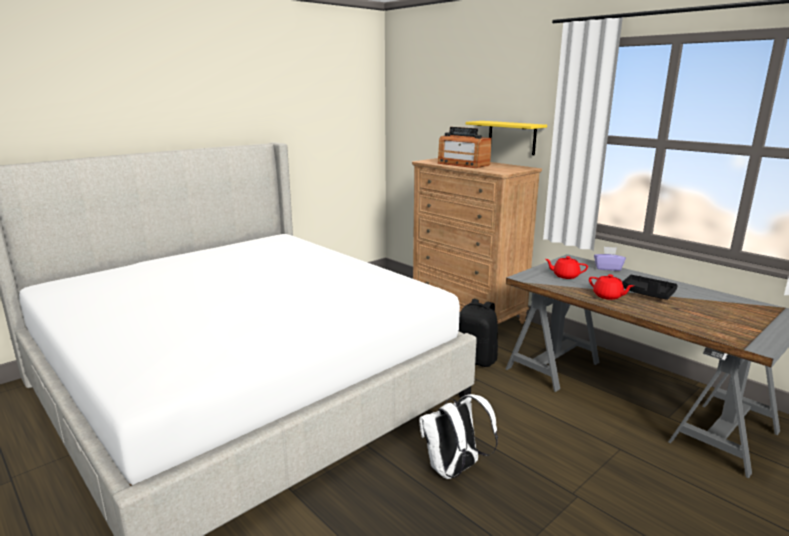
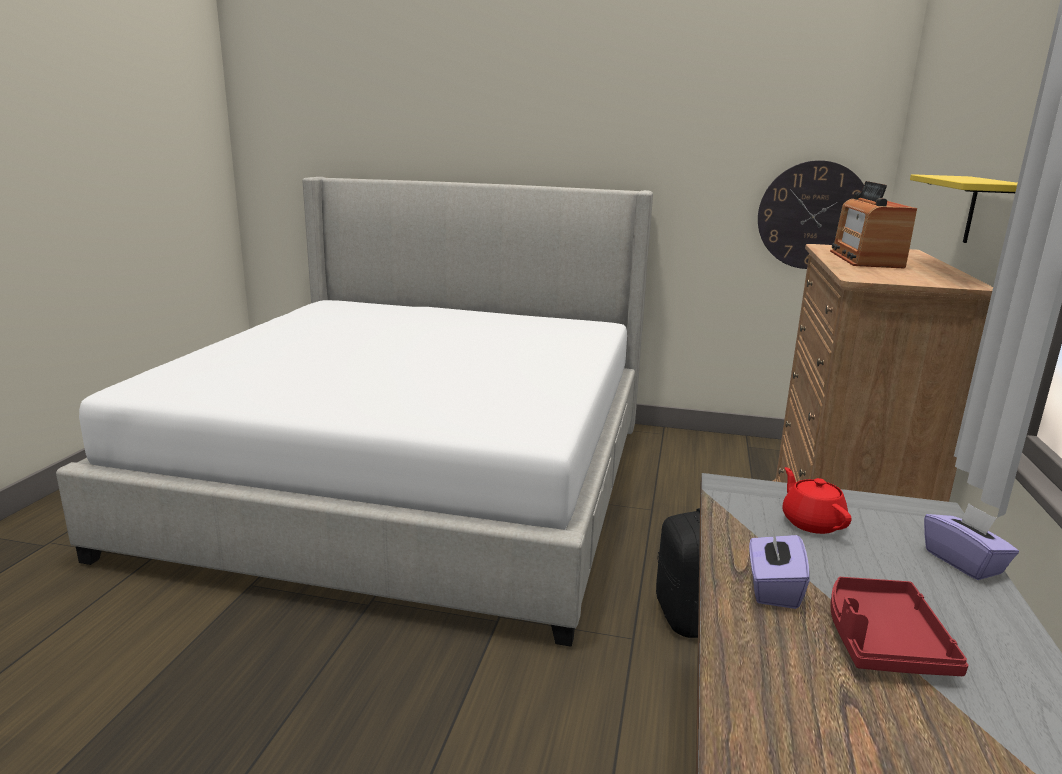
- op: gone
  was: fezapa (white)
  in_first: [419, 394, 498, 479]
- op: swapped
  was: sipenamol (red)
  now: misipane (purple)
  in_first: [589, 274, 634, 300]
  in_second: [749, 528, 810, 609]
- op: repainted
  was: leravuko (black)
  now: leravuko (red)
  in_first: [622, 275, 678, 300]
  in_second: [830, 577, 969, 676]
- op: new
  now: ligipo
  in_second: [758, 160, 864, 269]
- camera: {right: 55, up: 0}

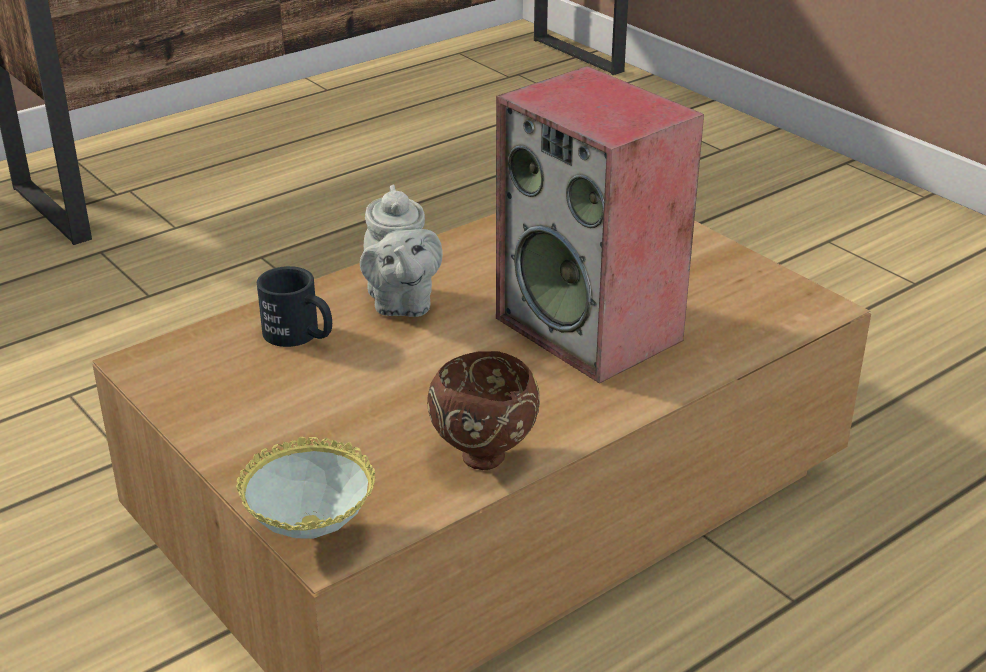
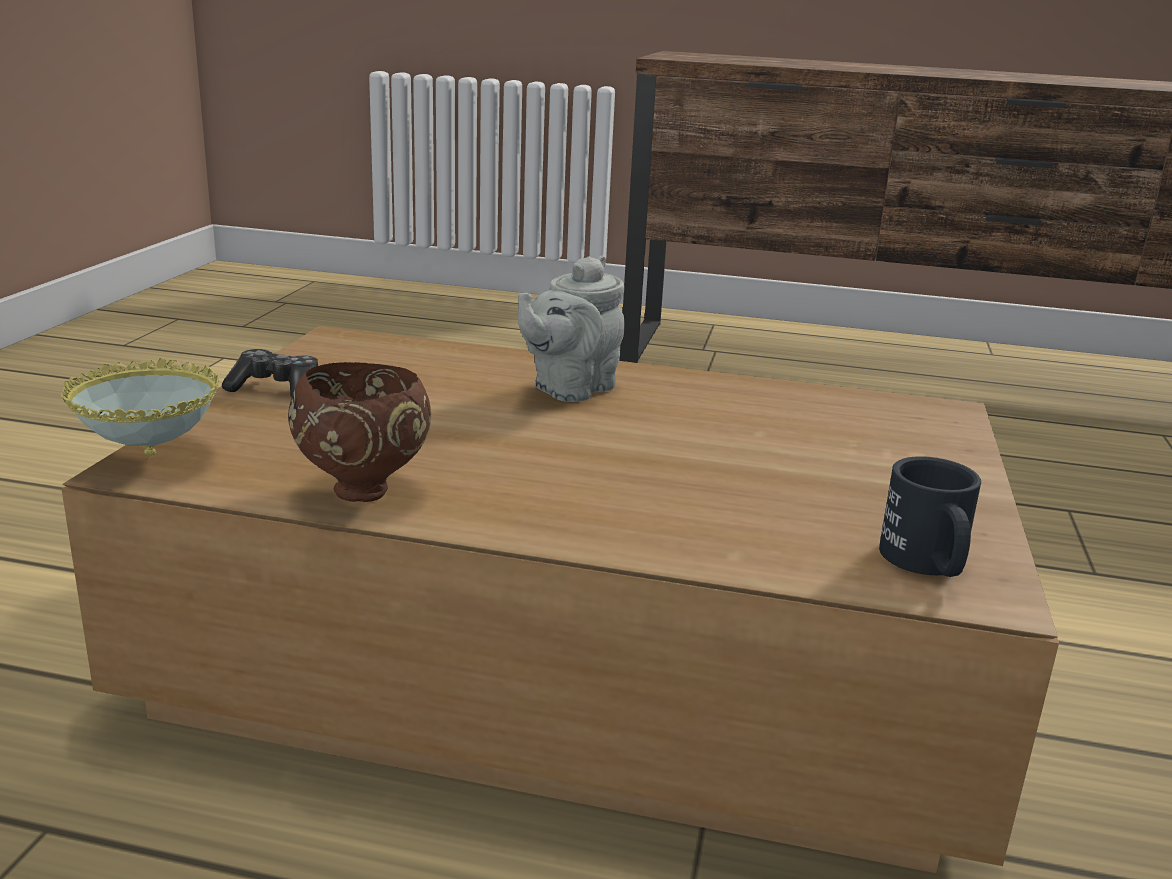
- op: shifted
  was: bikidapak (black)
  in_first: [257, 266, 332, 347]
  in_second: [879, 456, 981, 577]
- op: gone
  was: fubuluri
  in_first: [496, 66, 704, 384]
- op: new
  now: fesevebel
  in_second: [222, 349, 318, 398]
- camera: {right: 50, up: -10}

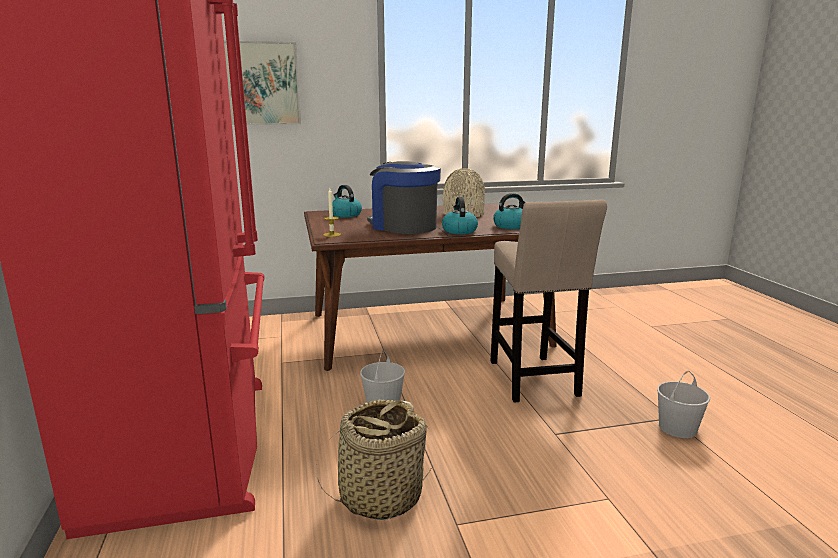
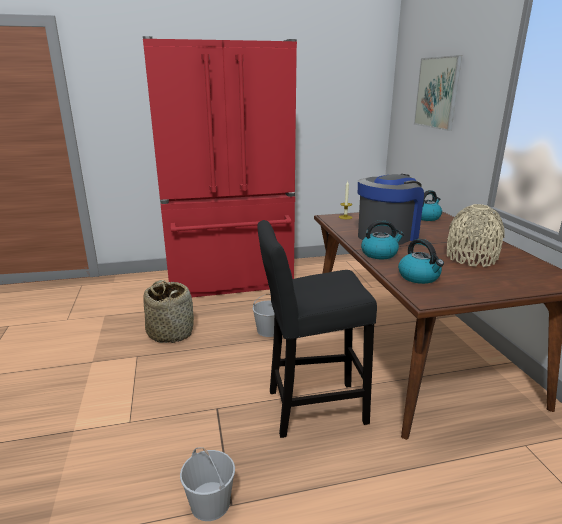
- op: repainted
  was: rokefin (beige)
  now: rokefin (black)
  in_first: [490, 200, 607, 403]
  in_second: [258, 220, 377, 438]
- camera: {right: 90, up: 5}

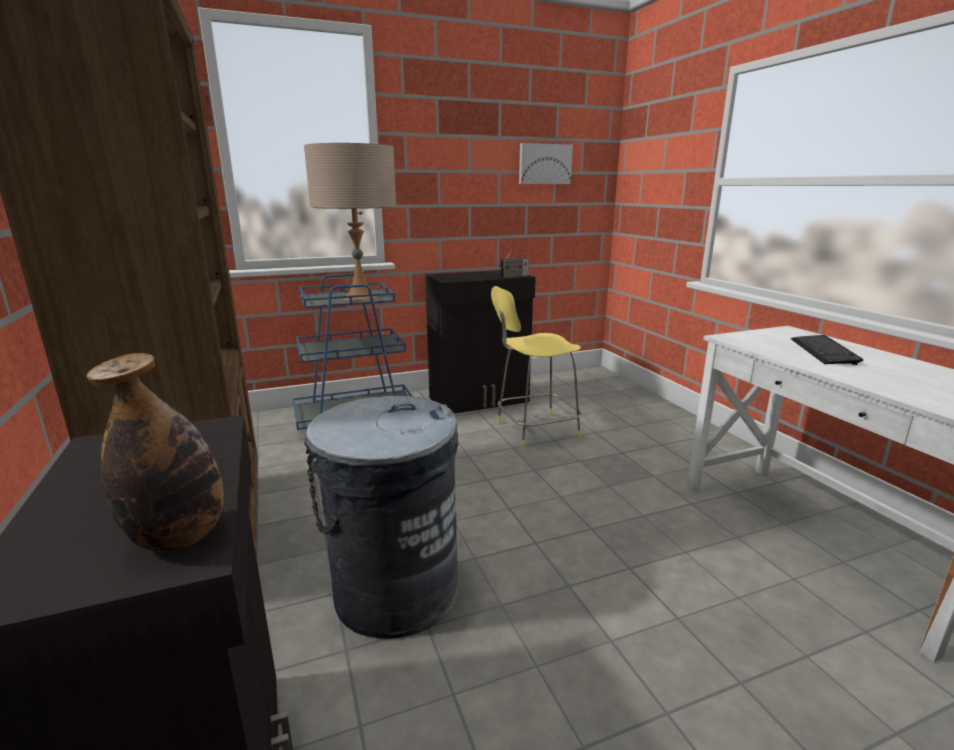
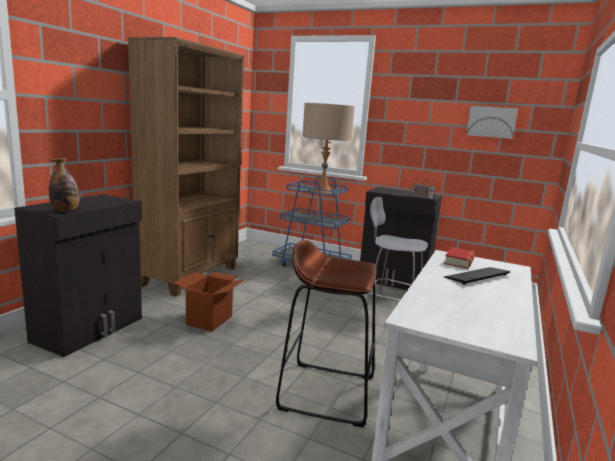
- op: swapped
  was: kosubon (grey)
  now: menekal
  in_first: [304, 396, 458, 639]
  in_second: [173, 272, 246, 332]
- op: repainted
  was: rokefin (yellow)
  now: rokefin (grey)
  in_first: [491, 286, 582, 449]
  in_second: [367, 197, 428, 307]
- op: new
  now: rokefin (brown)
  in_second: [276, 240, 377, 428]
- op: new
  now: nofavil
  in_second: [444, 247, 475, 269]
- camera: {right: 45, up: -5}

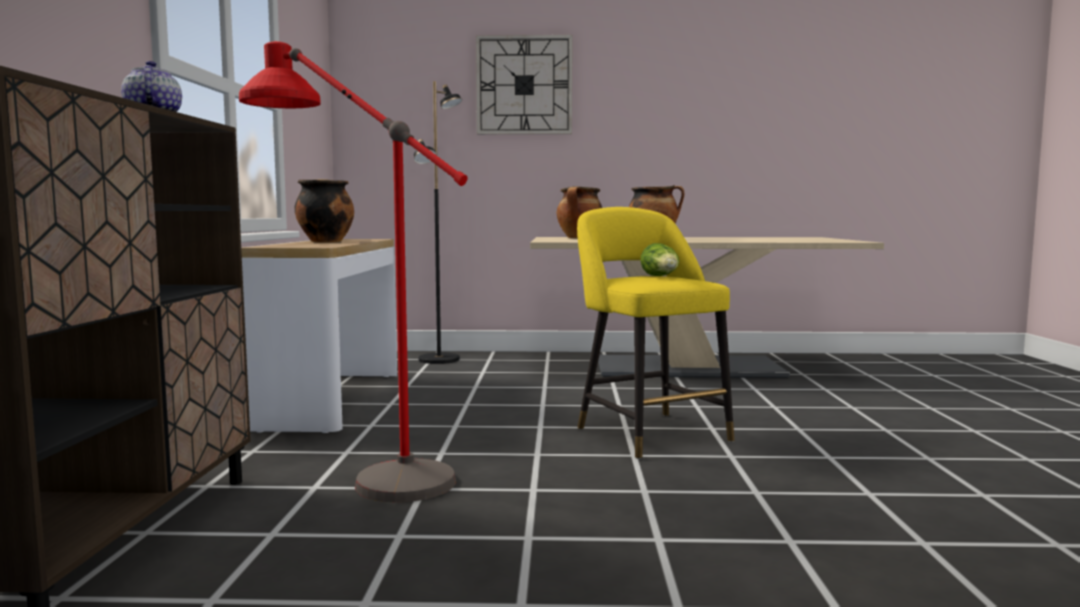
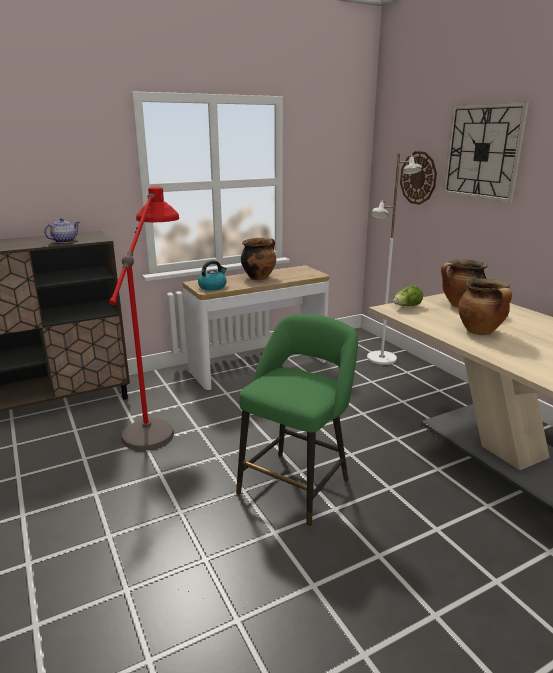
- op: repainted
  was: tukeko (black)
  now: tukeko (white)
  in_first: [414, 81, 462, 364]
  in_second: [367, 154, 422, 365]
- op: repainted
  was: rokefin (yellow)
  now: rokefin (green)
  in_first: [577, 207, 735, 459]
  in_second: [236, 314, 358, 526]
- op: shifted
  was: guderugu
  in_first: [641, 243, 679, 276]
  in_second: [393, 285, 423, 306]
- op: new
  now: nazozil
  in_second: [198, 260, 227, 291]
- op: new
  now: ligipo
  in_second: [400, 151, 437, 205]
- camera: {right: 60, up: 15}

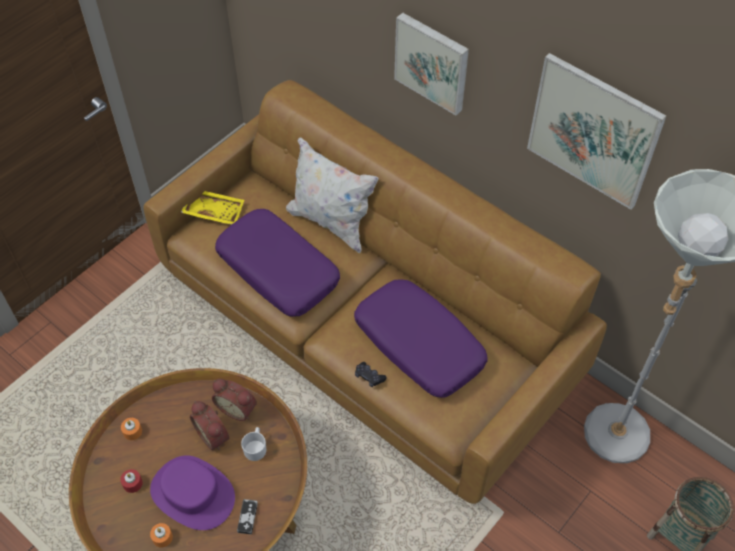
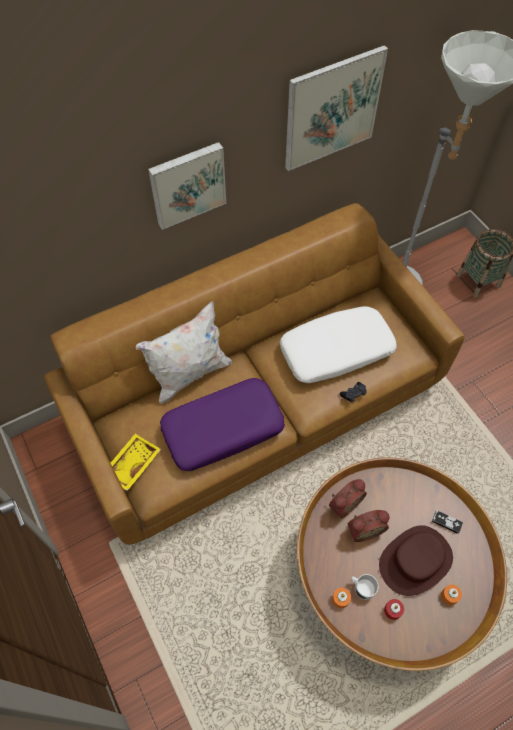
- op: repainted
  was: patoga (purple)
  now: patoga (brown)
  in_first: [150, 455, 235, 530]
  in_second: [379, 525, 453, 596]
- op: shifted
  was: bikidapak (white)
  in_first: [241, 427, 266, 461]
  in_second: [351, 574, 379, 600]
- op: repainted
  was: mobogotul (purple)
  now: mobogotul (white)
  in_first: [354, 279, 488, 398]
  in_second: [280, 306, 397, 383]
- camera: {right: -70, up: 5}

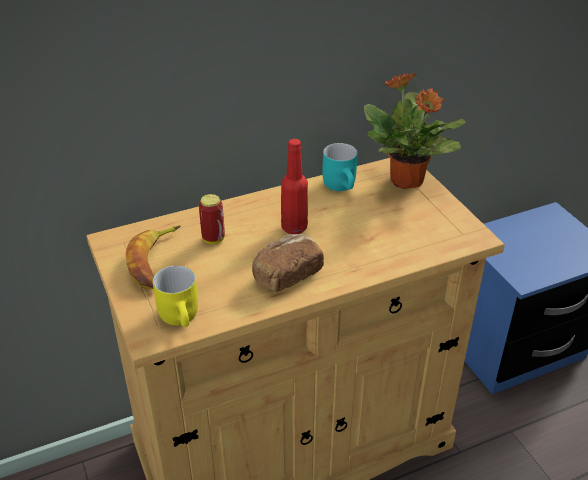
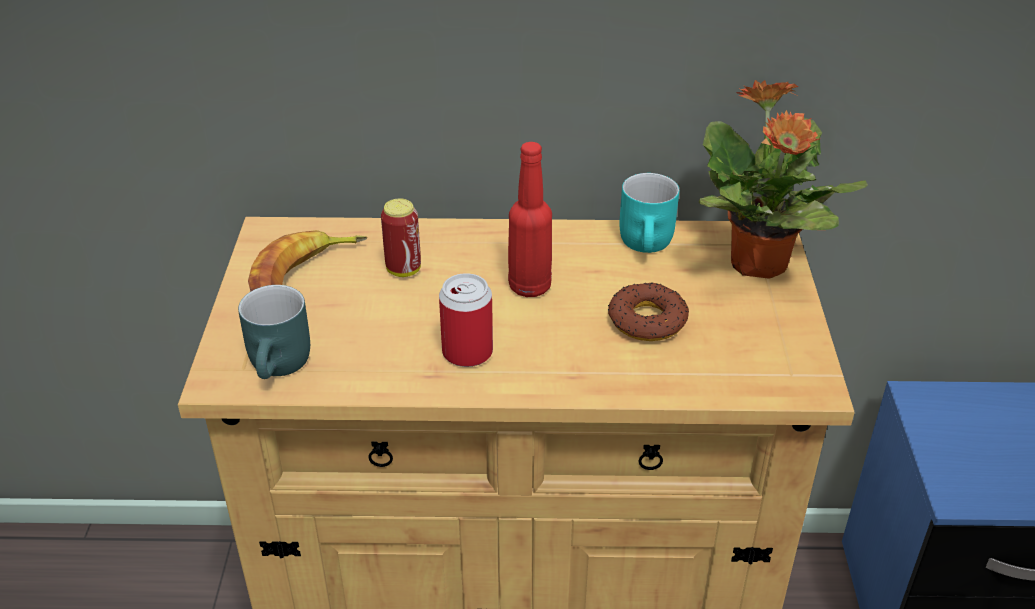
- op: repainted
  was: bikidapak (yellow)
  now: bikidapak (turquoise)
  in_first: [153, 265, 198, 327]
  in_second: [238, 285, 310, 379]
- op: swapped
  was: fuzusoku
  now: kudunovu
  in_first: [252, 234, 324, 292]
  in_second: [439, 273, 493, 367]
- op: new
  now: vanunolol
  in_second: [608, 282, 689, 341]
- camera: {right: 25, up: 0}

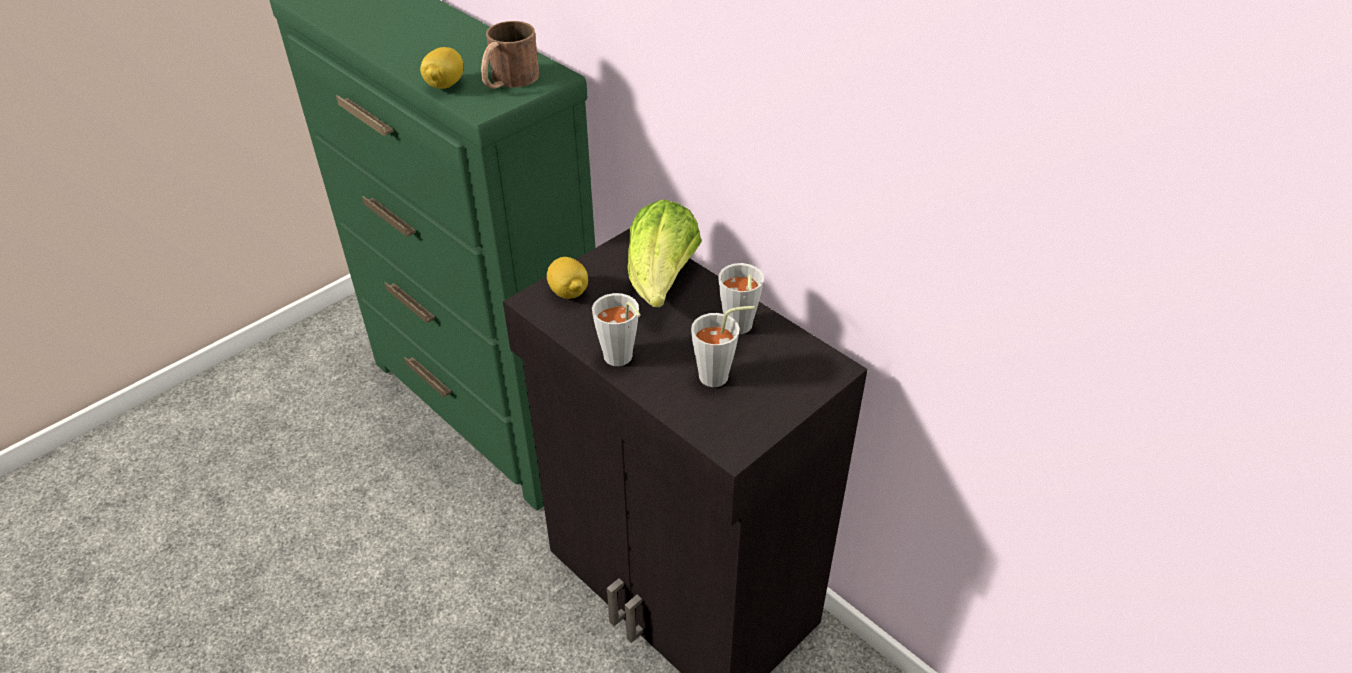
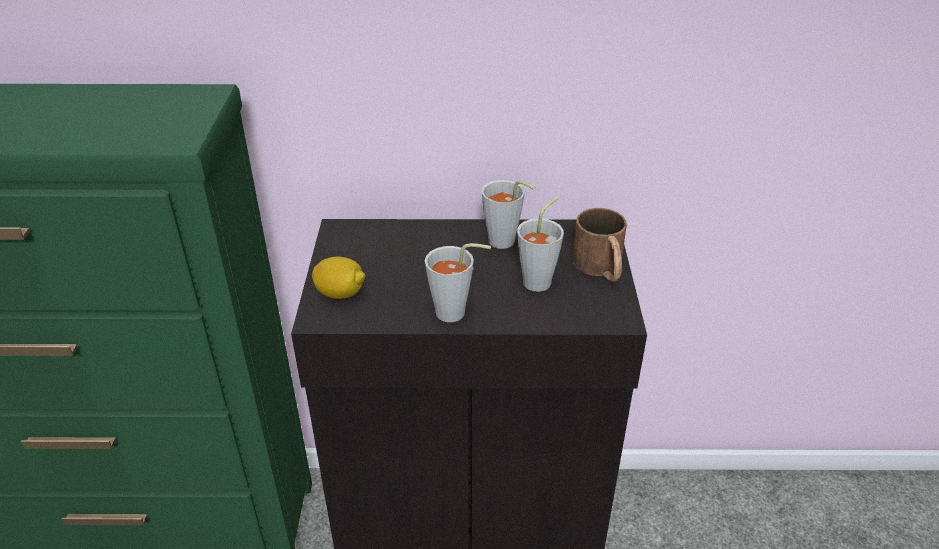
- op: gone
  was: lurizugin
  in_first: [420, 47, 463, 89]
- op: shifted
  was: bikidapak (brown)
  in_first: [481, 21, 539, 89]
  in_second: [573, 208, 627, 282]
- op: gone
  was: guderugu
  in_first: [628, 199, 702, 307]
- camera: {right: -45, up: -5}

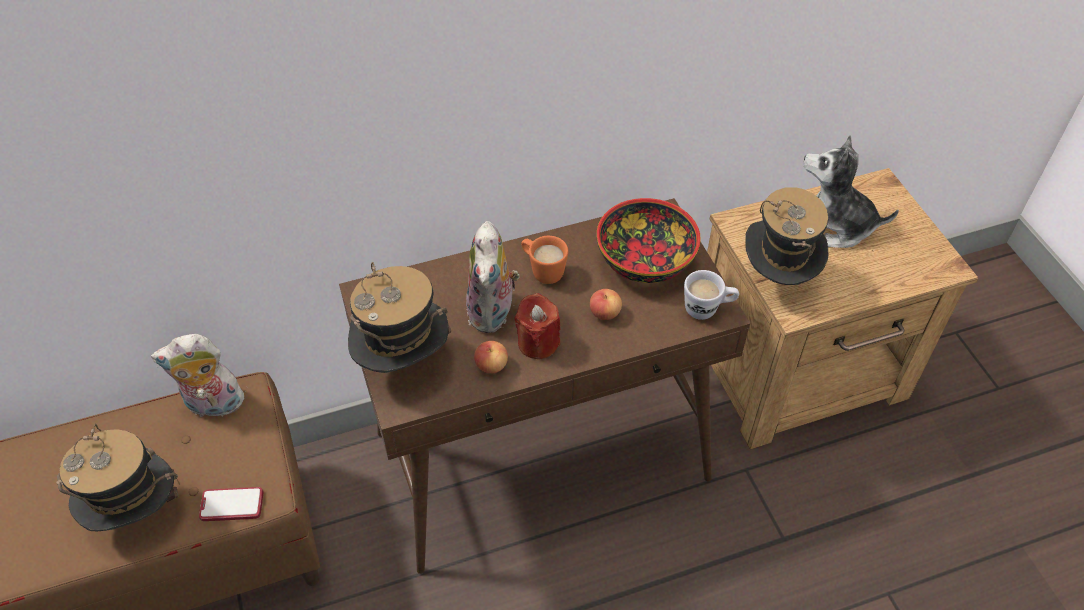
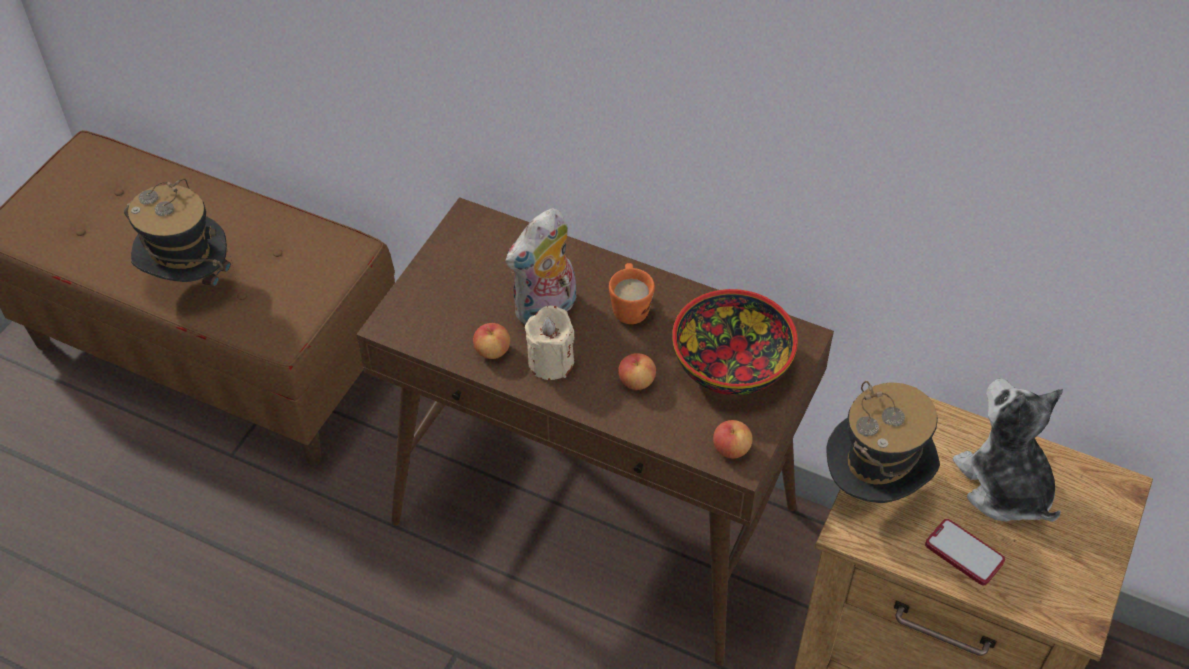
- op: gone
  was: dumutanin
  in_first: [151, 334, 244, 417]
- op: shifted
  was: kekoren
  in_first: [199, 487, 263, 521]
  in_second: [925, 519, 1005, 585]
- op: gone
  was: patoga
  in_first: [348, 262, 451, 373]
- op: repainted
  was: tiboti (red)
  now: tiboti (beige)
  in_first: [514, 293, 560, 359]
  in_second: [525, 305, 574, 380]
- op: swapped
  was: bikidapak (white)
  now: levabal
  in_first: [684, 270, 739, 320]
  in_second: [713, 420, 752, 459]
- camera: {right: 45, up: 0}

